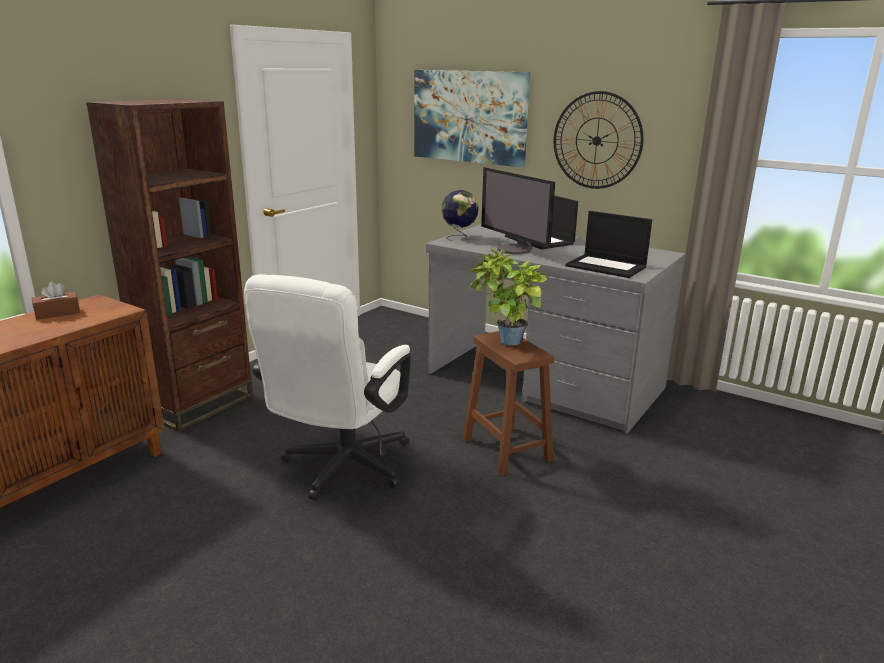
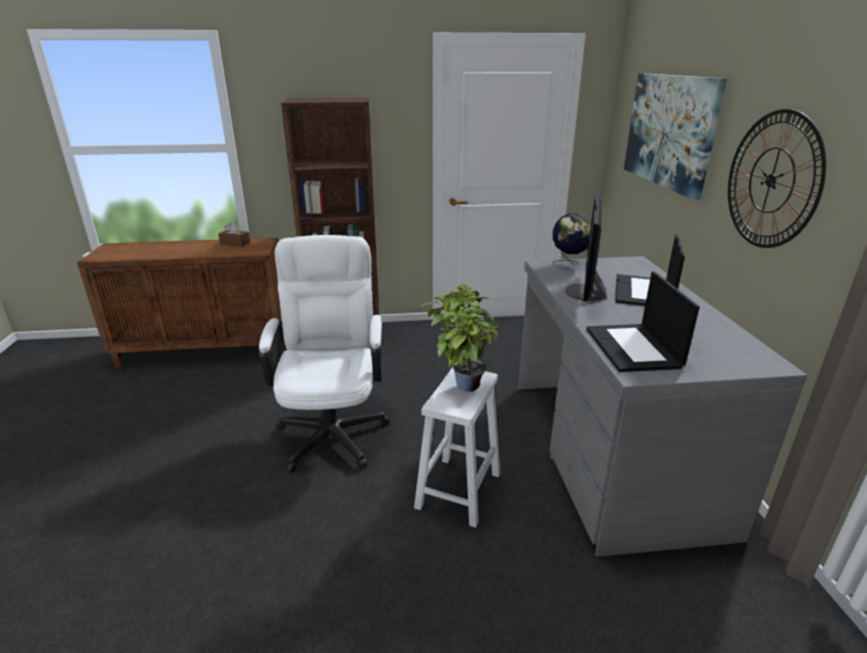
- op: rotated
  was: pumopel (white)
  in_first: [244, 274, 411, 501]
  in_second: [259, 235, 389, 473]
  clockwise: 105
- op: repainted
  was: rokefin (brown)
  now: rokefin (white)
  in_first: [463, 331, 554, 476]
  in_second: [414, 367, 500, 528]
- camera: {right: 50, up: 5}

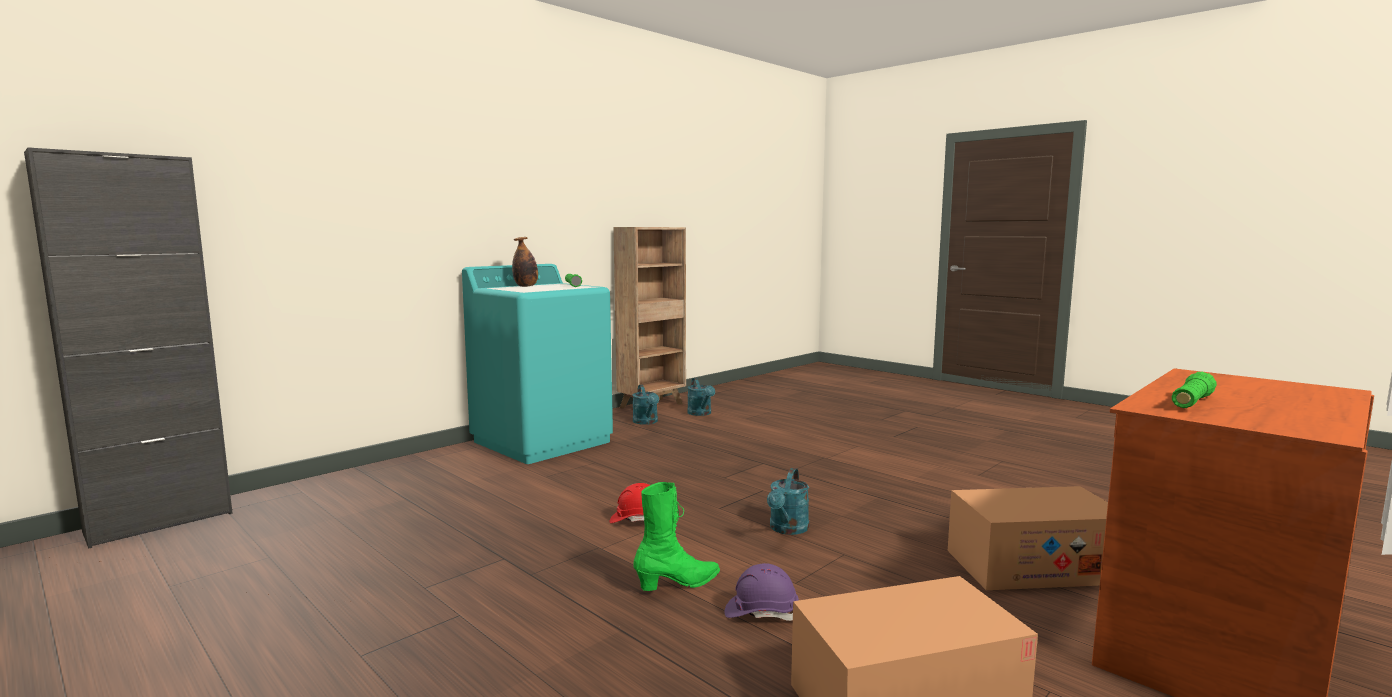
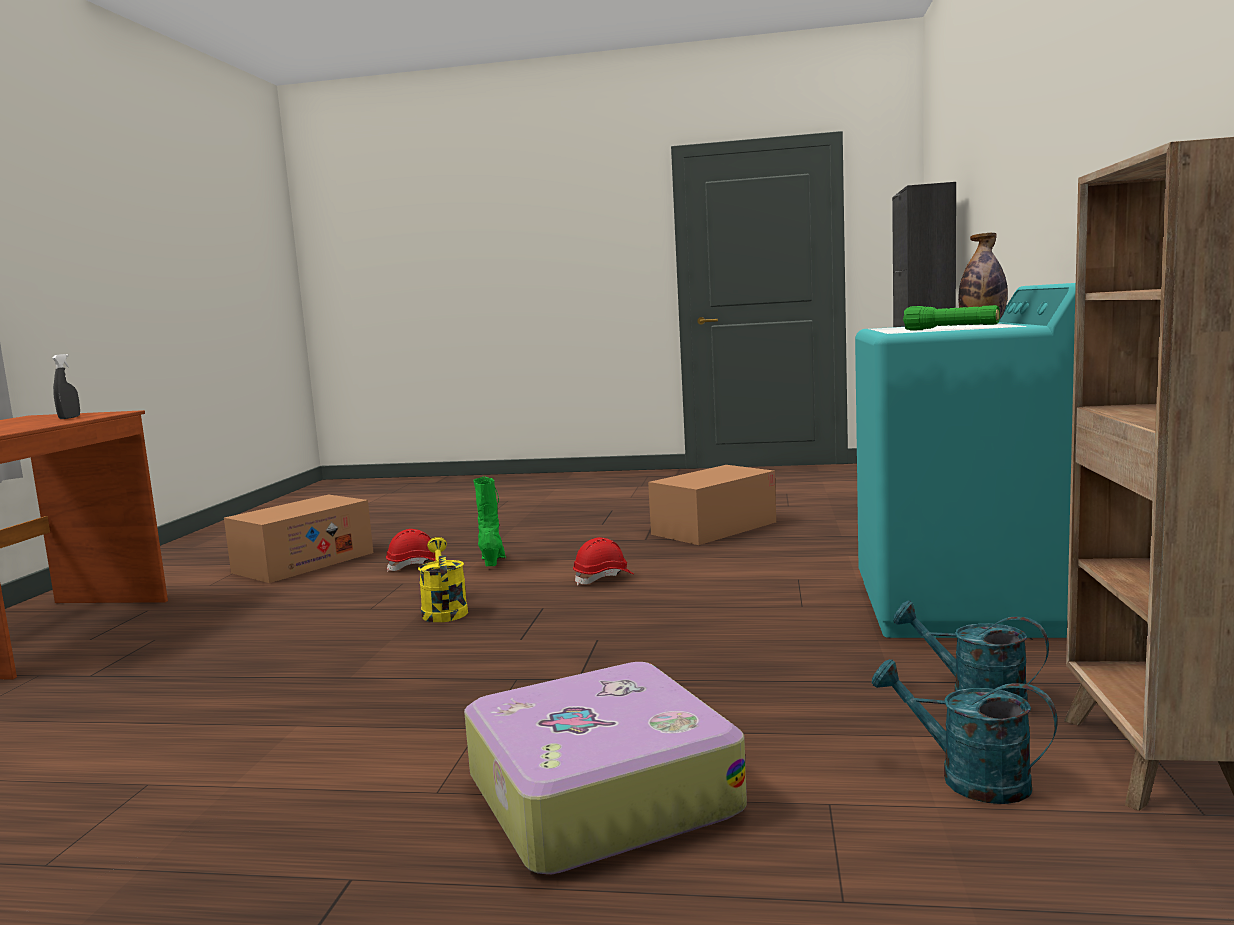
- op: rotated
  was: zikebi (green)
  in_first: [633, 482, 720, 591]
  in_second: [473, 476, 506, 566]
  clockwise: 150
- op: repainted
  was: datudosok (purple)
  now: datudosok (red)
  in_first: [724, 563, 799, 621]
  in_second: [386, 529, 436, 572]
- op: repainted
  was: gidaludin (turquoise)
  now: gidaludin (yellow)
  in_first: [767, 468, 809, 535]
  in_second: [418, 537, 468, 622]
- op: shifted
  was: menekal
  in_first: [948, 486, 1108, 590]
  in_second: [648, 465, 776, 545]
- op: swapped
  was: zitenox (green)
  now: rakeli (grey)
  in_first: [1172, 372, 1217, 408]
  in_second: [52, 354, 80, 419]
- op: new
  now: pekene
  in_second: [464, 662, 747, 874]
- camera: {right: 145, up: 0}

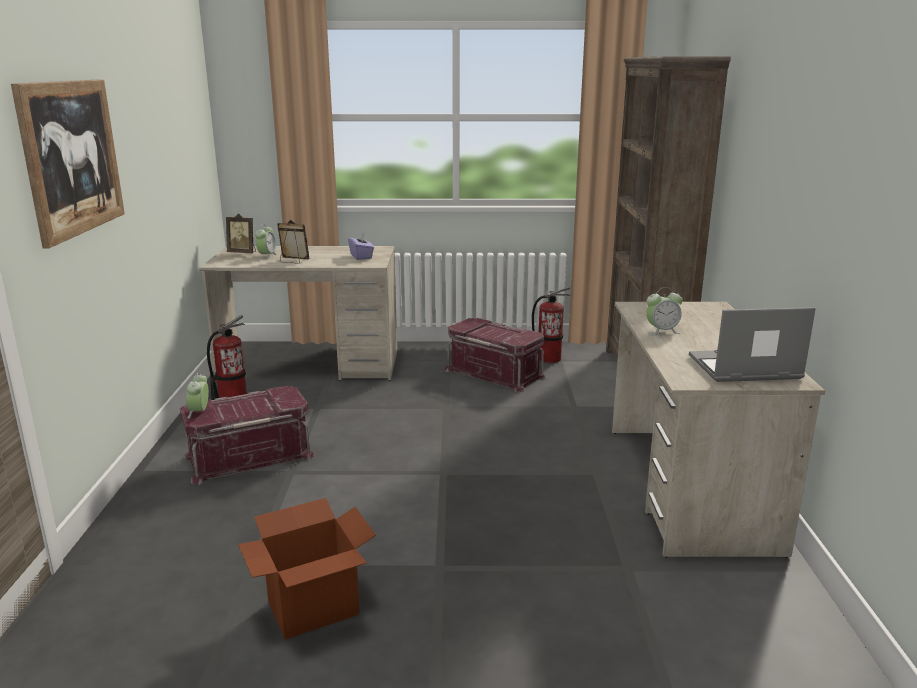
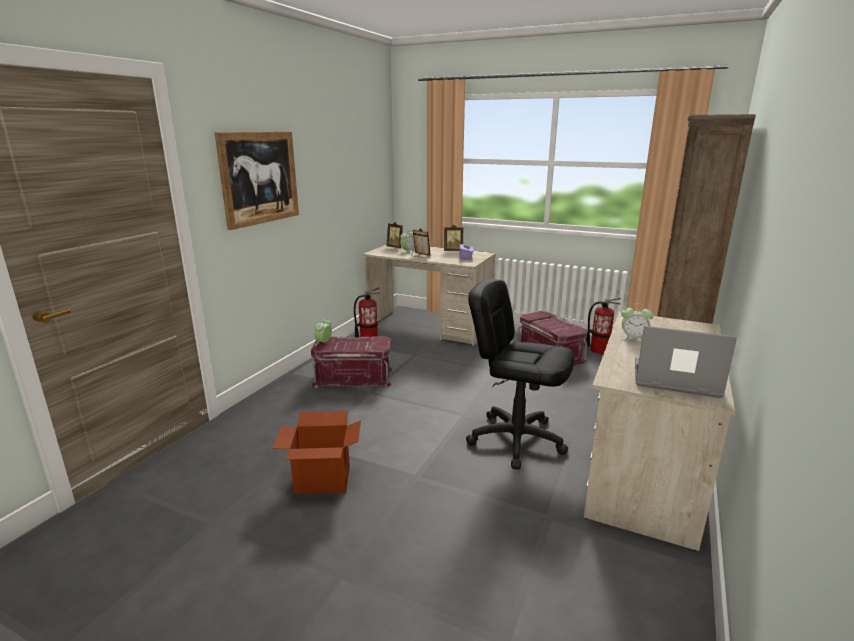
- op: new
  now: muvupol
  in_second: [444, 225, 463, 251]
- op: new
  now: pumopel (black)
  in_second: [466, 279, 575, 469]
- camera: {right: 25, up: 0}

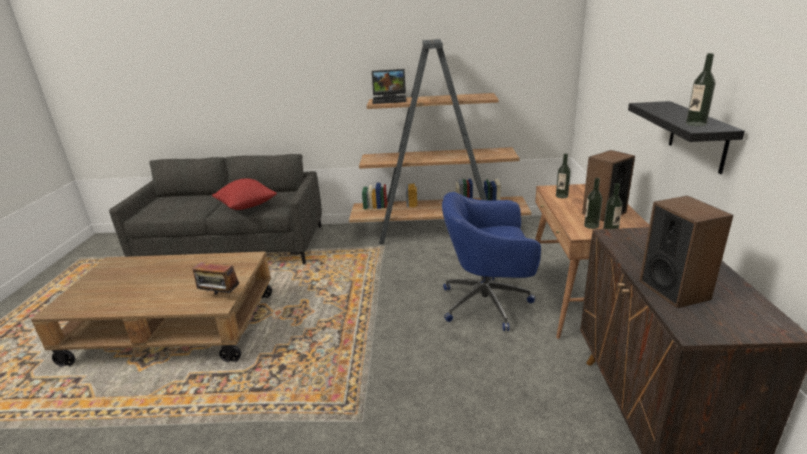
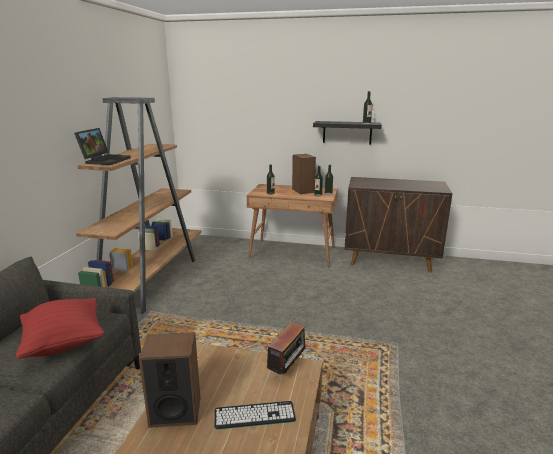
- op: gone
  was: pumopel (blue)
  in_first: [442, 192, 541, 331]
- op: shifted
  was: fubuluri
  in_first: [639, 196, 734, 308]
  in_second: [139, 332, 200, 428]
- op: new
  now: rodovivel
  in_second: [214, 401, 296, 430]
- camera: {right: -80, up: -5}

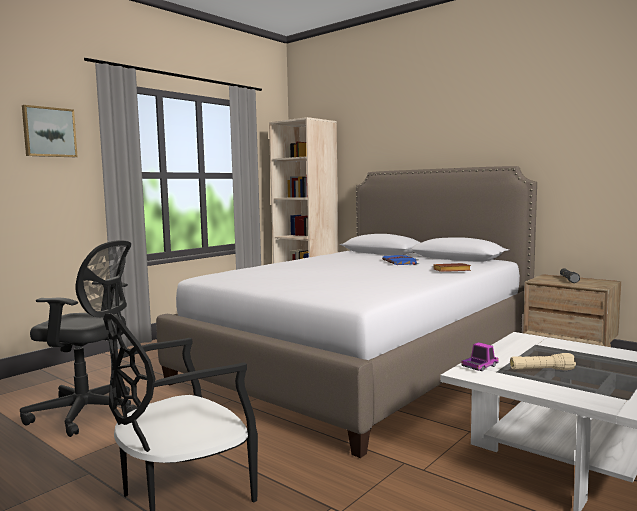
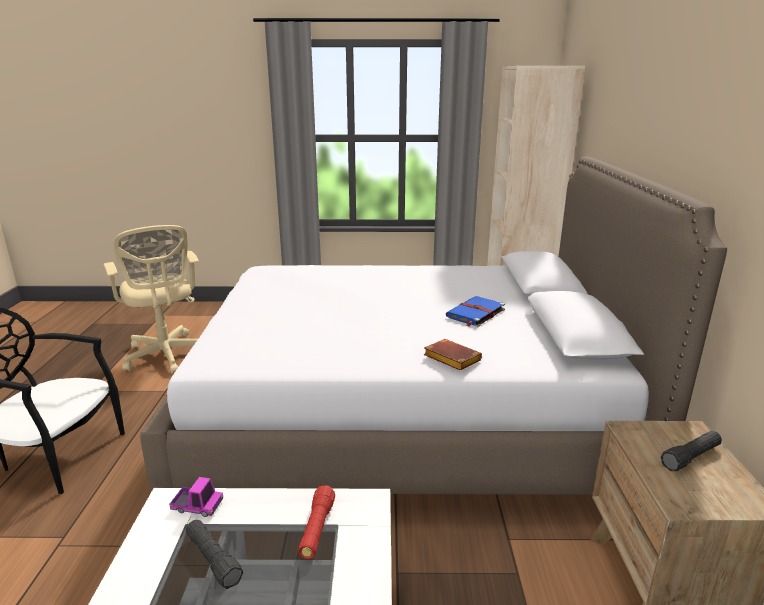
- op: repainted
  was: pumopel (black)
  now: pumopel (beige)
  in_first: [20, 240, 138, 437]
  in_second: [104, 225, 199, 374]
- op: gone
  was: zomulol
  in_first: [22, 105, 78, 157]
- op: repainted
  was: zitenox (beige)
  now: zitenox (black)
  in_first: [510, 353, 576, 370]
  in_second: [186, 520, 243, 589]
- op: new
  now: zitenox (red)
  in_second: [298, 485, 335, 559]
- camera: {right: 50, up: 15}

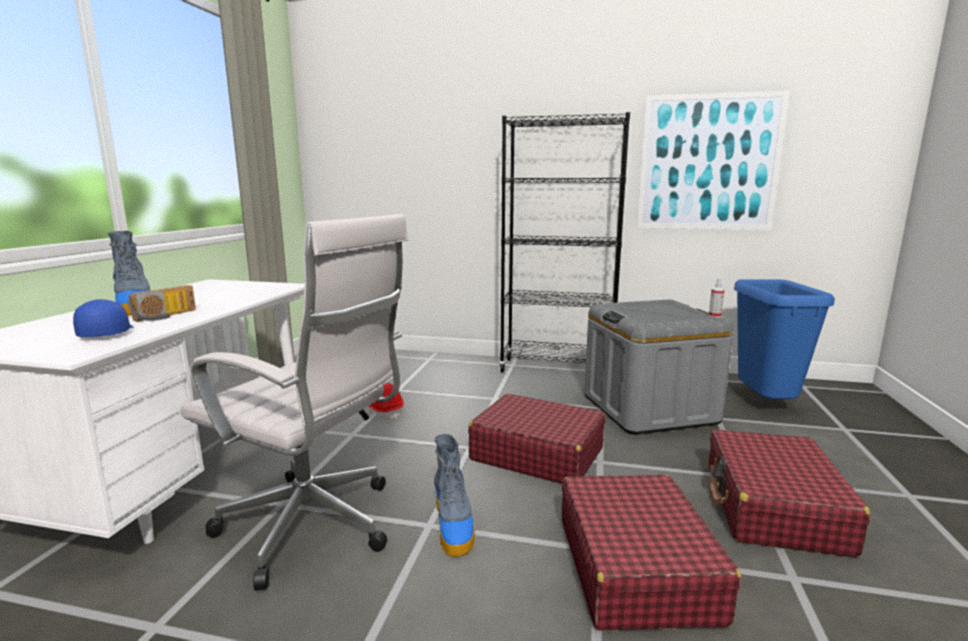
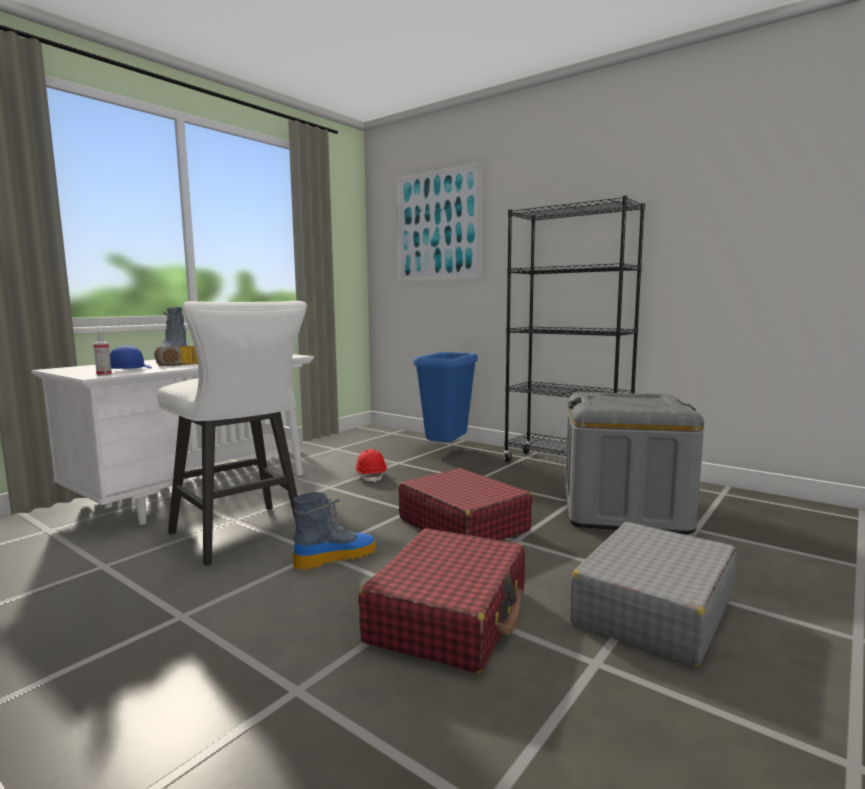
- op: swapped
  was: pumopel (white)
  now: rokefin (white)
  in_first: [181, 214, 409, 591]
  in_second: [157, 301, 307, 566]
- op: rotated
  was: zikebi
  in_first: [434, 434, 475, 557]
  in_second: [293, 492, 376, 570]
  clockwise: -135
- op: shifted
  was: zomulol
  in_first: [637, 91, 790, 230]
  in_second: [395, 162, 482, 282]
- op: shifted
  was: rakeli
  in_first: [709, 278, 725, 318]
  in_second: [93, 331, 112, 376]
- op: repainted
  was: pekene (red)
  now: pekene (grey)
  in_first: [709, 429, 870, 558]
  in_second: [570, 522, 736, 667]
- op: shifted
  was: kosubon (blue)
  in_first: [734, 279, 835, 399]
  in_second: [413, 352, 478, 443]
- camera: {right: 25, up: -5}

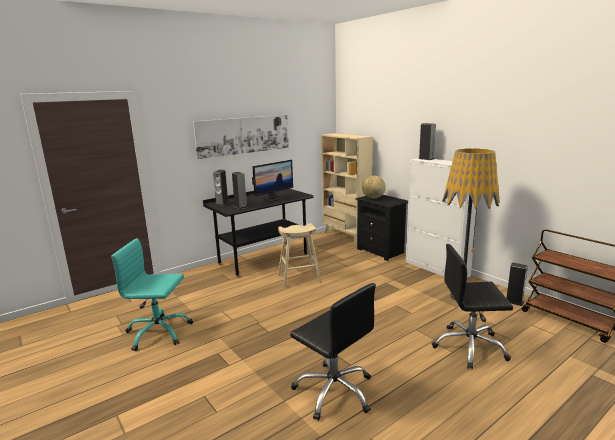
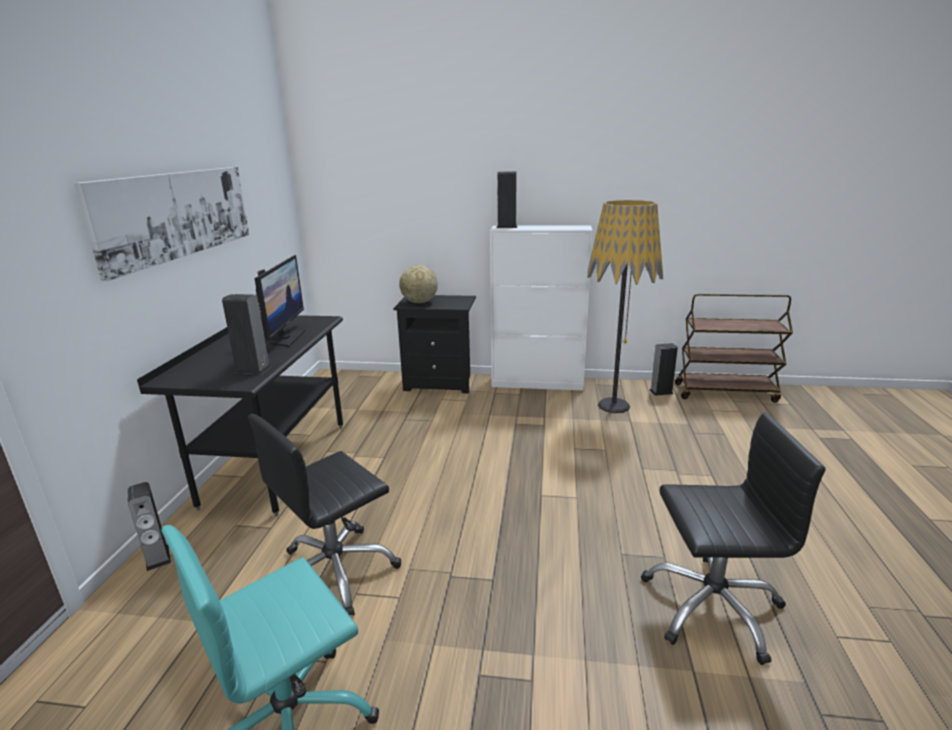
- op: shifted
  was: fubuluri
  in_first: [213, 170, 229, 206]
  in_second: [127, 482, 171, 571]
- op: gone
  was: rokefin (beige)
  in_first: [278, 223, 322, 288]
- op: gone
  was: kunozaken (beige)
  in_first: [321, 133, 373, 245]
- op: shifted
  was: pumopel (black)
  in_first: [432, 244, 513, 369]
  in_second: [248, 414, 401, 616]
- camera: {right: -45, up: 5}

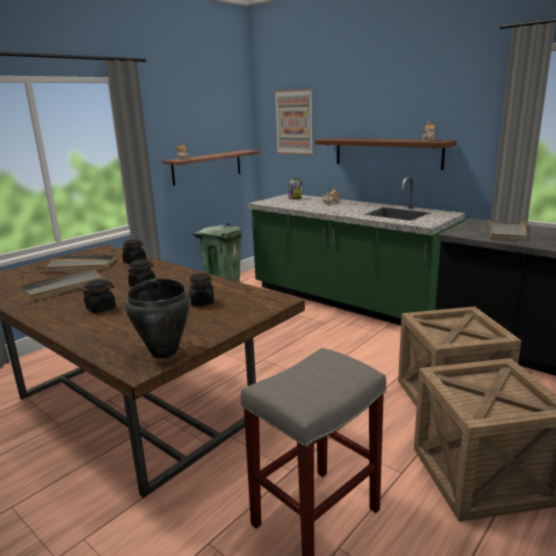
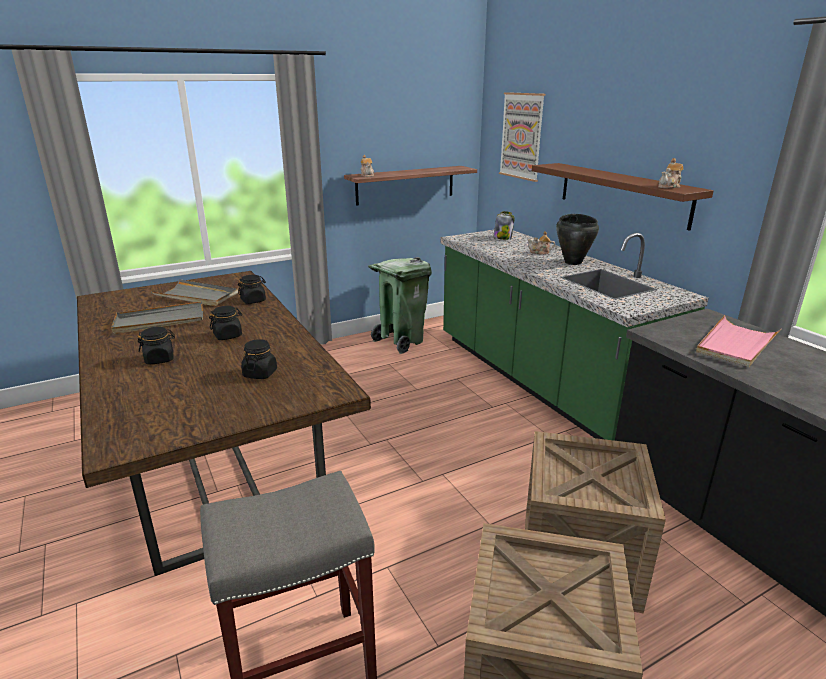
- op: shifted
  was: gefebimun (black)
  in_first: [125, 278, 191, 359]
  in_second: [556, 214, 599, 265]
- op: repainted
  was: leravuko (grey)
  now: leravuko (pink)
  in_first: [488, 218, 528, 241]
  in_second: [696, 315, 781, 367]
- camera: {right: 20, up: 5}

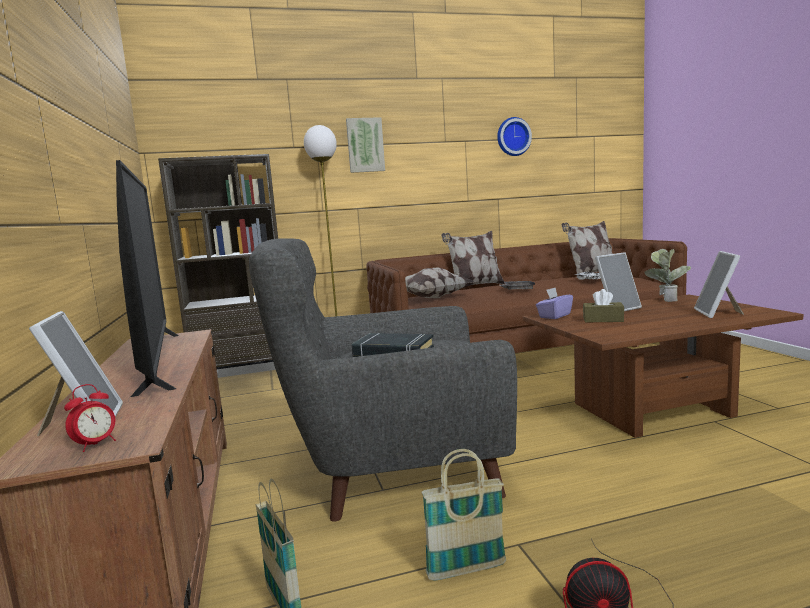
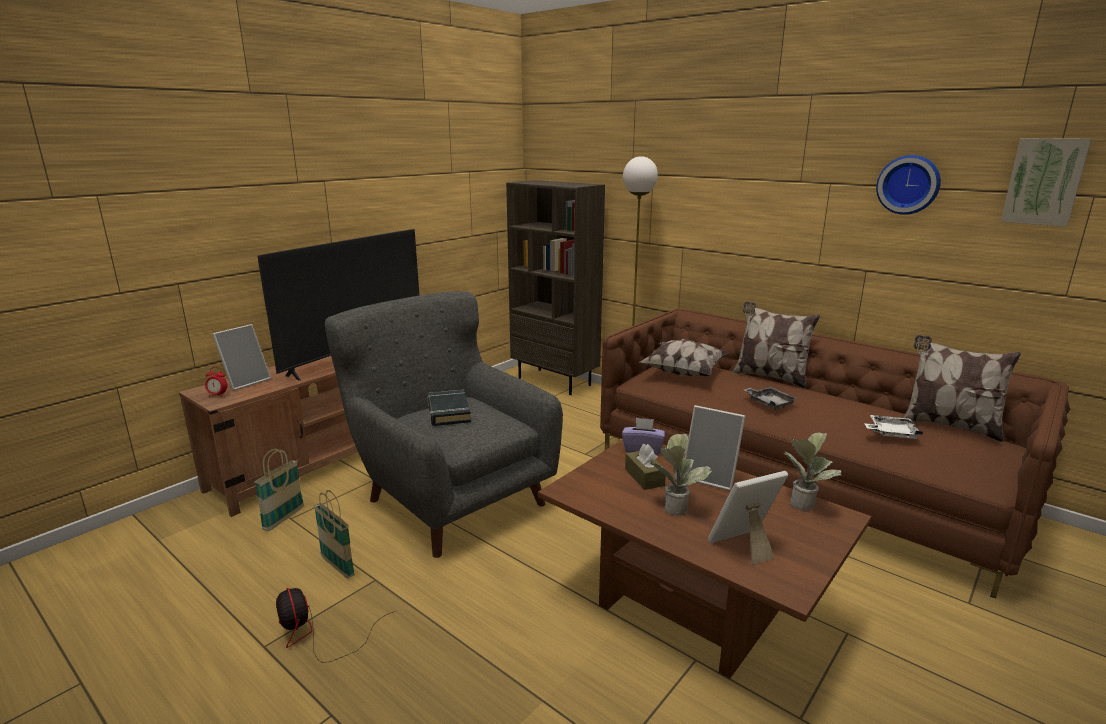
- op: shifted
  was: zomulol
  in_first: [346, 117, 385, 173]
  in_second: [1001, 138, 1091, 227]
- op: new
  now: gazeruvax
  in_second: [650, 434, 713, 516]
- camera: {right: 55, up: 10}

